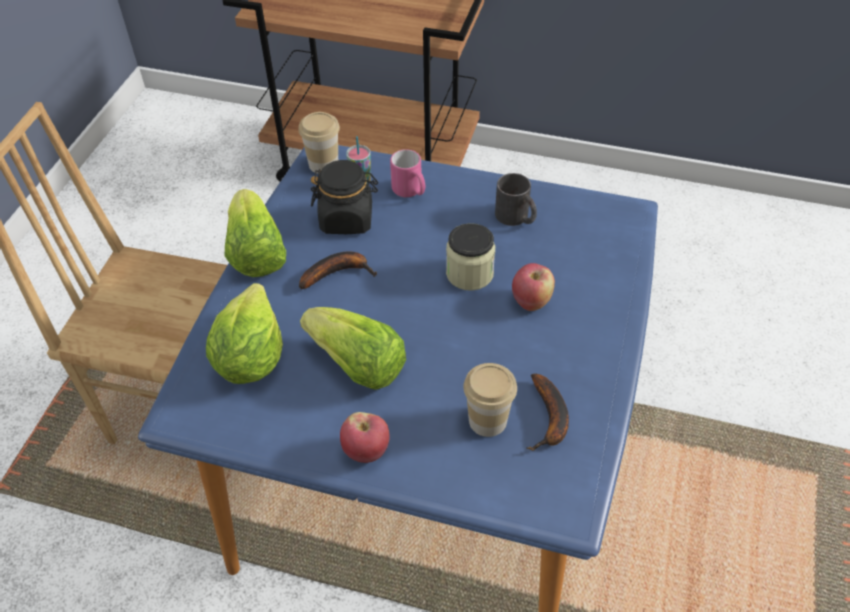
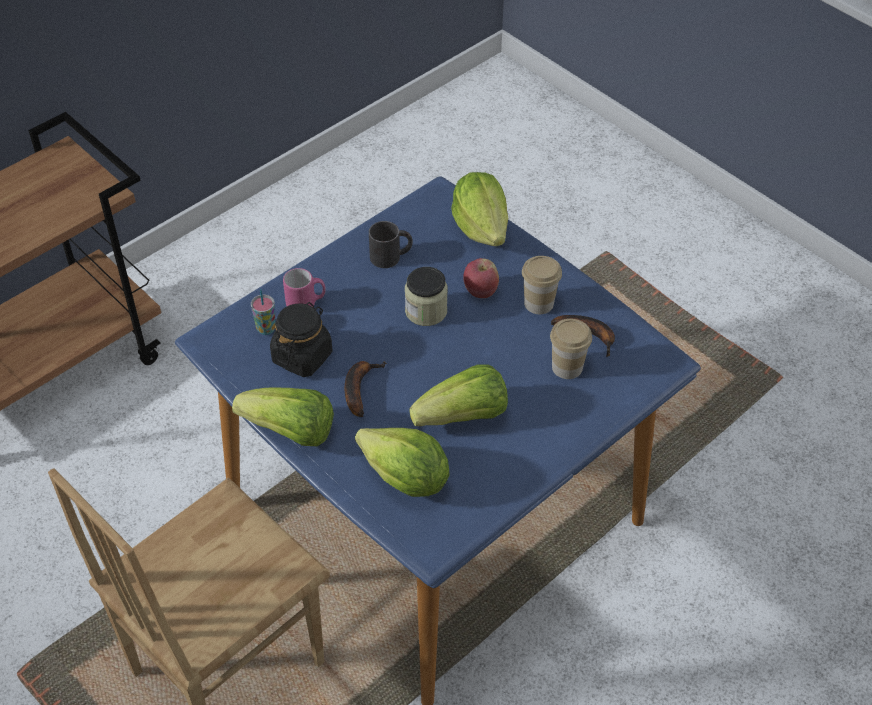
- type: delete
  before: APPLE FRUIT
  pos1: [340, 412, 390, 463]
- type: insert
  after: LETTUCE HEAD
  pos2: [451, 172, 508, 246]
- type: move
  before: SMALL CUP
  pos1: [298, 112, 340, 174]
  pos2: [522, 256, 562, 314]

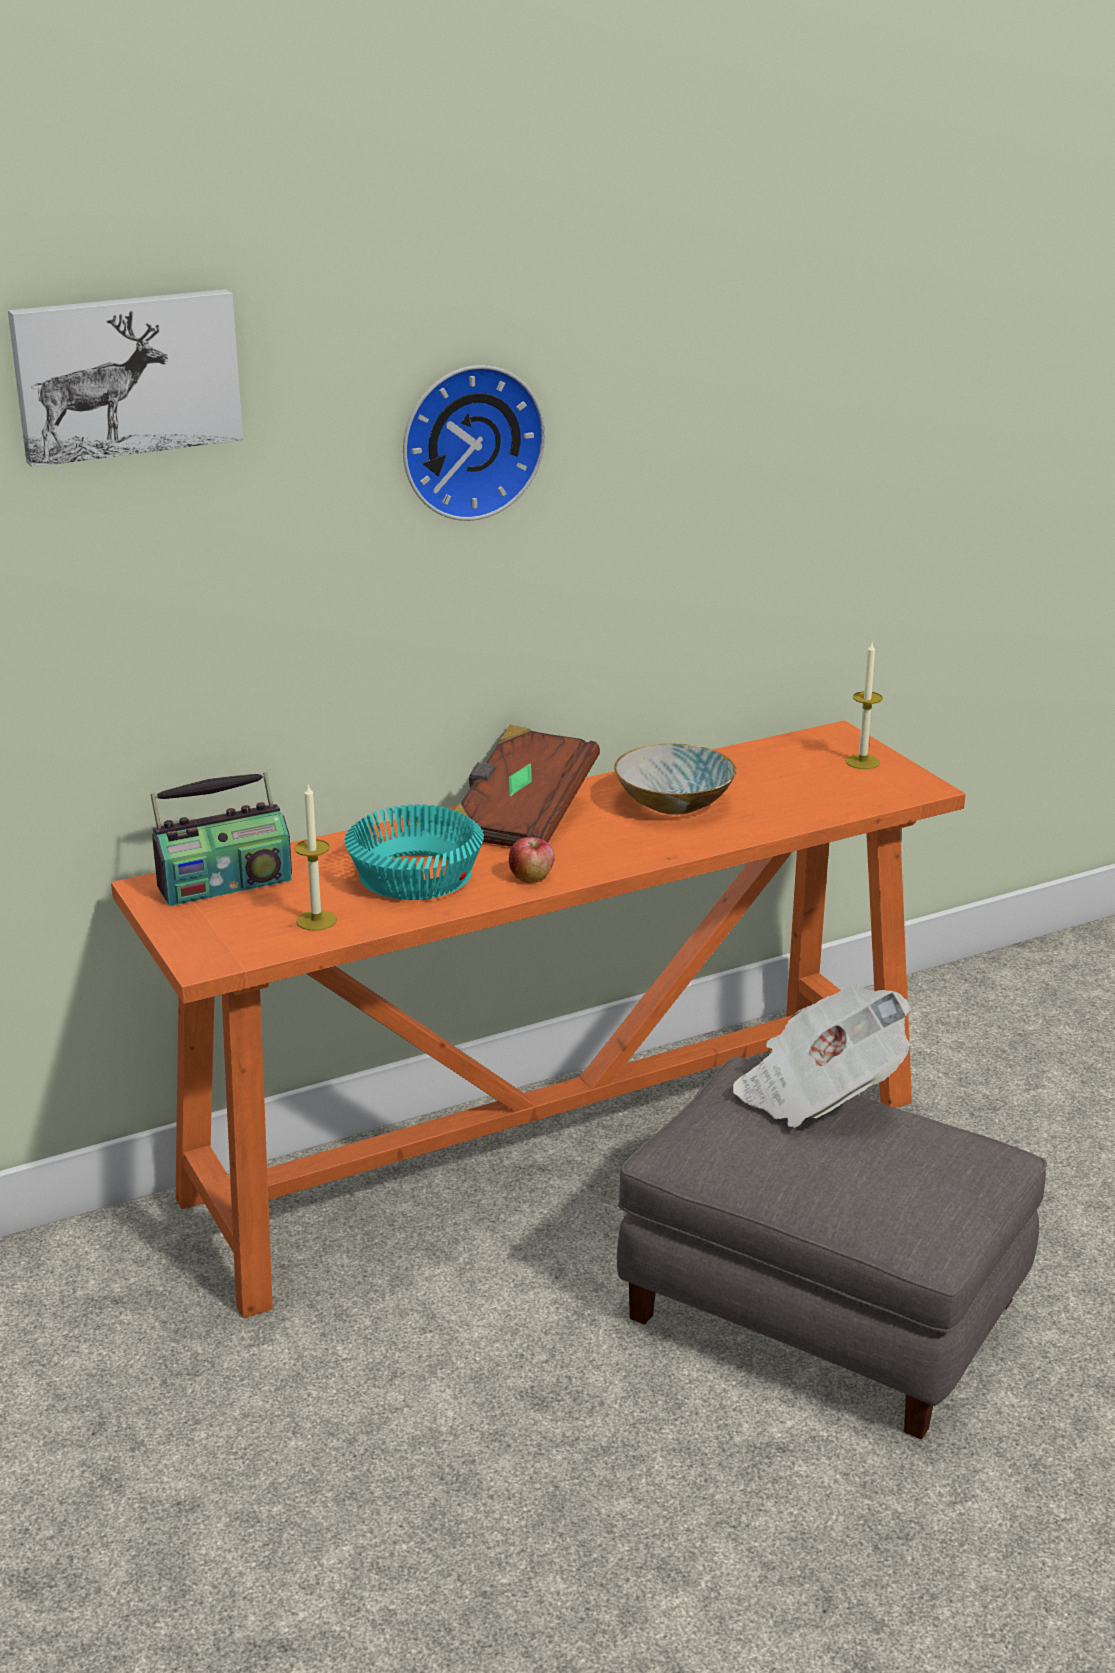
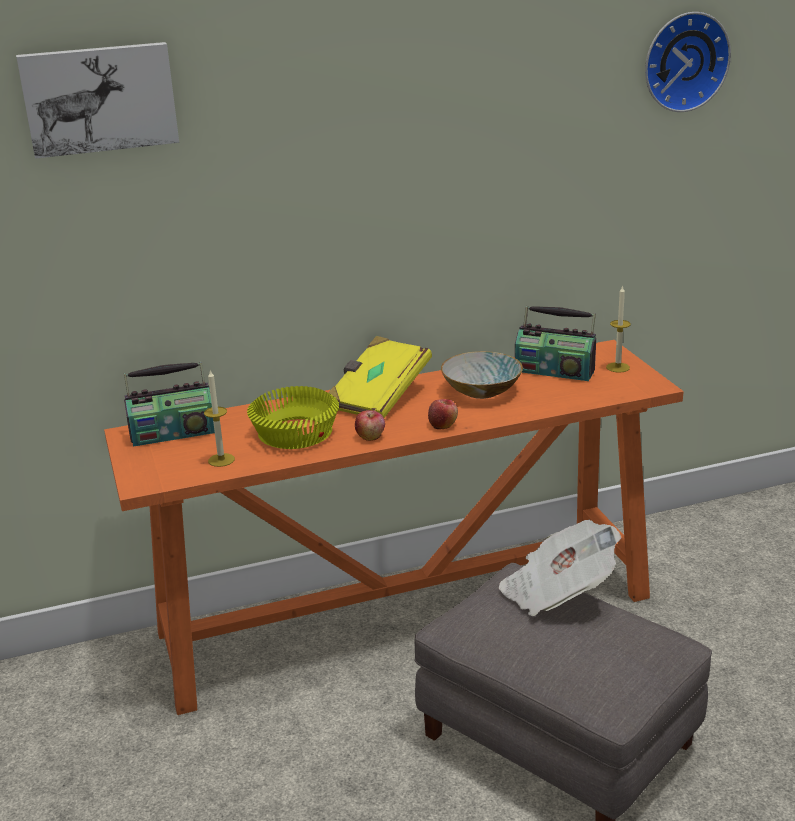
- type: insert
  after: APPLE FRUIT
  pos2: [428, 399, 458, 429]
- type: insert
  after: RADIO RECEIVER
  pos2: [515, 306, 596, 381]
- type: move
  before: WALL CLOCK
  pos1: [403, 365, 545, 521]
  pos2: [645, 12, 731, 112]
- type: recolor
  before: TURQUOISE-COLOURED DEEP DISH
  after: YELLOW DEEP DISH
  pos1: [344, 804, 484, 900]
  pos2: [247, 386, 339, 449]
- type: recolor
  before: BROWN-COLOURED BOOK
  after: YELLOW BOOK
  pos1: [455, 725, 600, 847]
  pos2: [328, 336, 432, 418]

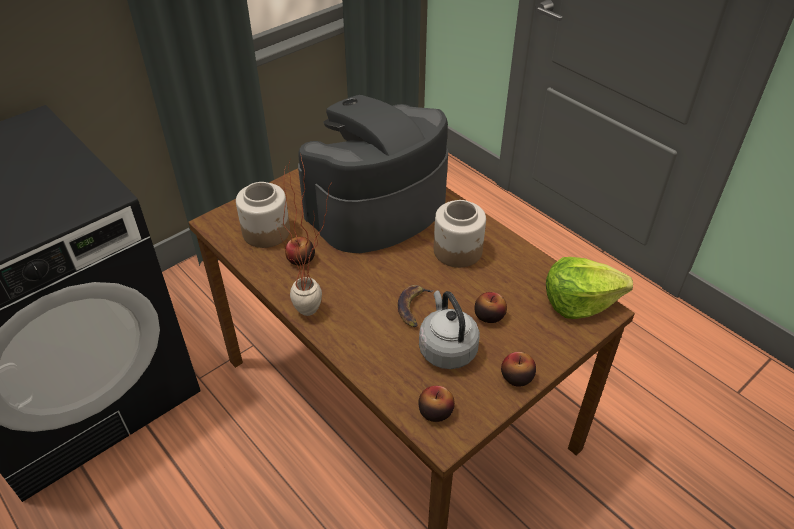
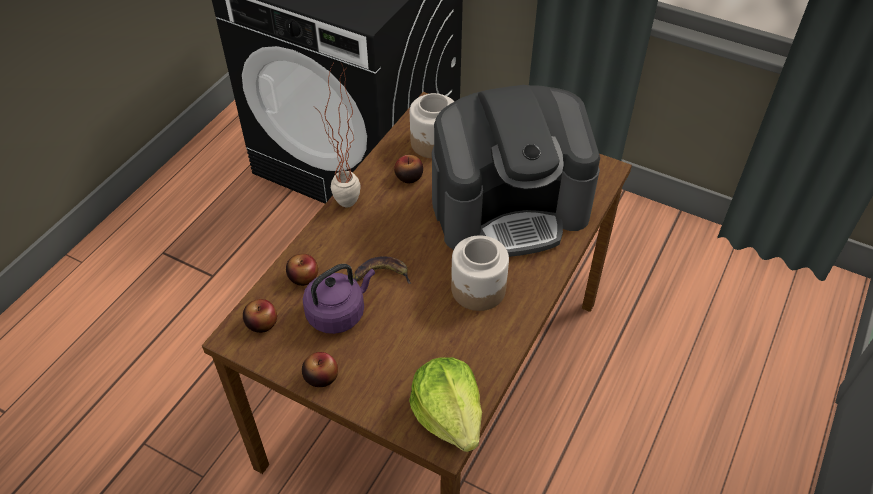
- type: move
  before: APPLE FRUIT
  pos1: [475, 292, 507, 323]
  pos2: [286, 254, 318, 286]
- type: recolor
  before: GREY KETTLE
  after: PURPLE KETTLE
  pos1: [419, 290, 480, 369]
  pos2: [302, 264, 375, 334]
- type: rotate
  before: COFFEE MAKER
  pos1: [298, 95, 448, 253]
  pos2: [432, 85, 600, 257]
  turn: 135

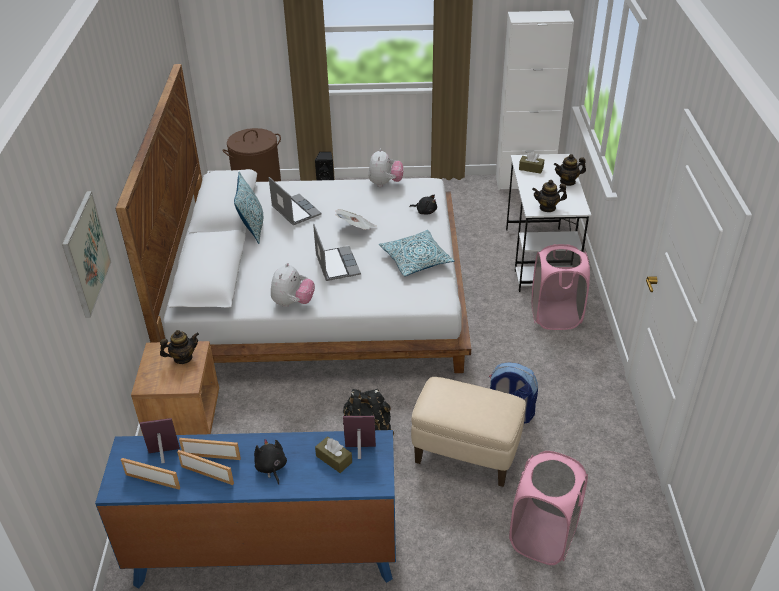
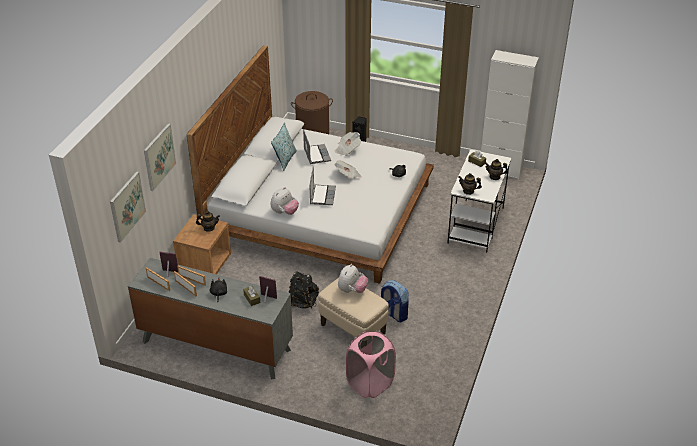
- type: delete
  before: PILLOW
  pos1: [379, 230, 454, 276]
- type: delete
  before: PINKISH WASHING BASKET
  pos1: [532, 244, 590, 330]
- type: insert
  after: WALL PICTURE
  pos2: [110, 171, 146, 243]
- type: insert
  after: PRINTED PAPER
  pos2: [335, 132, 361, 156]
- type: move
  before: CUDDLY TOY
  pos1: [368, 148, 403, 187]
  pos2: [338, 264, 368, 293]
- type: recolor
  before: BLUE-COLOURED DRAWER CHEST
  after: GREY DRAWER CHEST
  pos1: [95, 430, 396, 589]
  pos2: [128, 258, 293, 379]

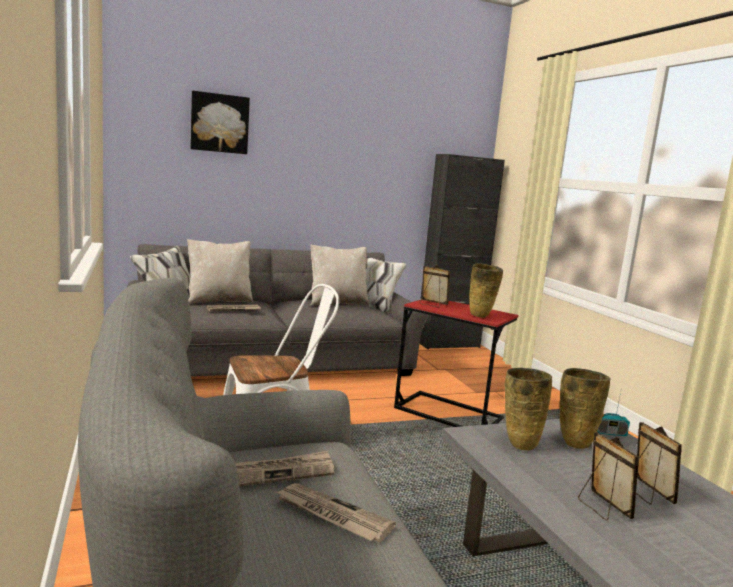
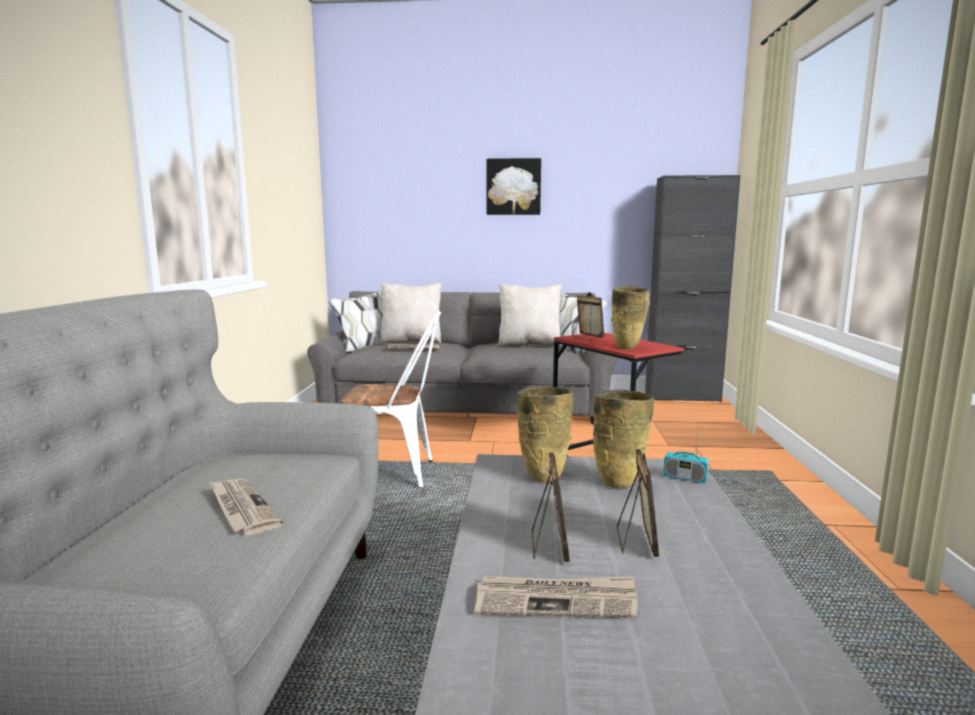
- type: move
  before: WALL PICTURE
  pos1: [190, 91, 250, 154]
  pos2: [487, 158, 541, 215]
- type: move
  before: PRINTED PAPER
  pos1: [236, 451, 334, 486]
  pos2: [474, 576, 638, 618]

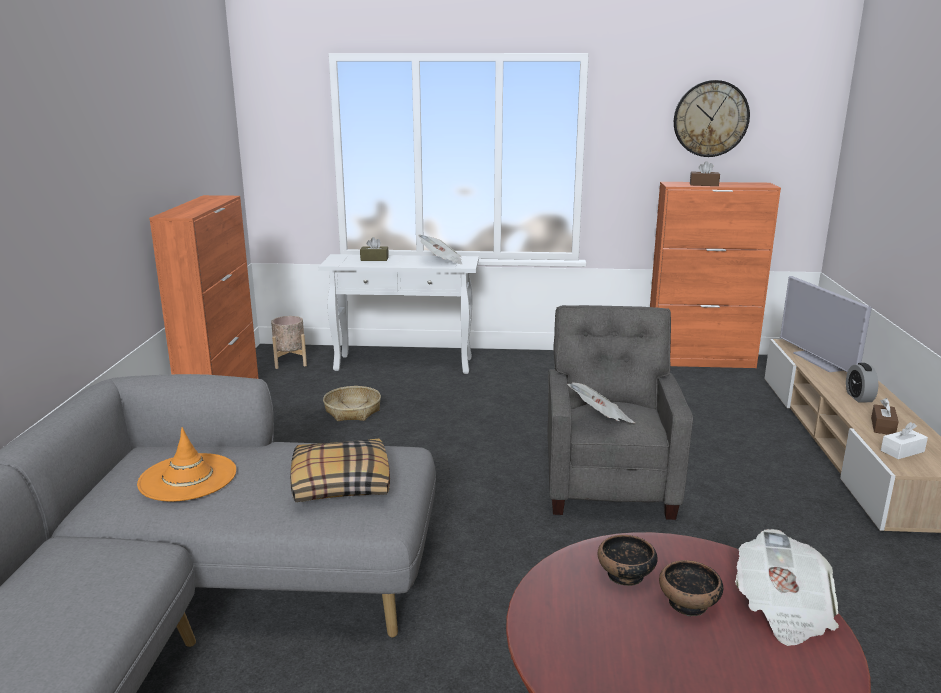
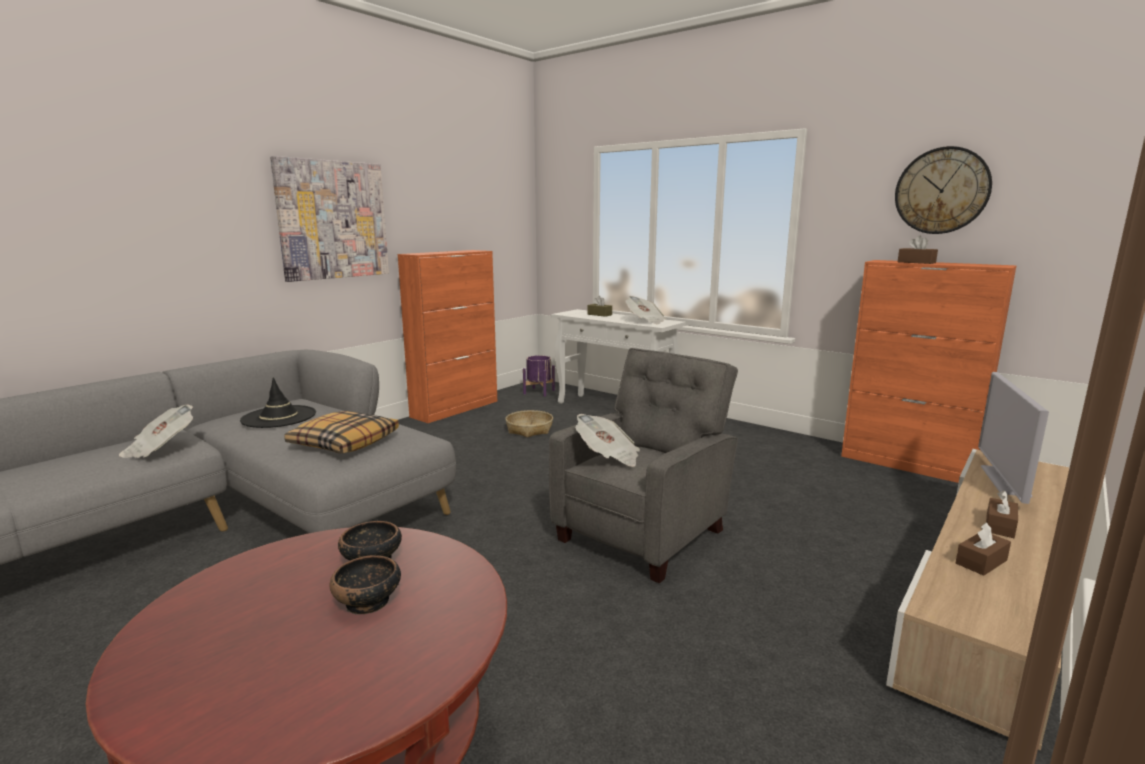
- type: delete
  before: WHITE-COLOURED TISSUE HOLDER
  pos1: [881, 422, 928, 459]
- type: insert
  after: WALL PICTURE
  pos2: [270, 156, 389, 282]
- type: move
  before: PRINTED PAPER
  pos1: [735, 529, 839, 646]
  pos2: [119, 405, 193, 458]
- type: replace
  before: TABLE CLOCK
  after: BROWN-COLOURED TISSUE HOLDER
  pos1: [846, 363, 878, 402]
  pos2: [986, 490, 1018, 538]
- type: recolor
  before: ORANGEY HAT
  after: BLACK-COLOURED HAT
  pos1: [137, 427, 236, 501]
  pos2: [240, 377, 316, 428]
- type: recolor
  before: SAND-COLOURED PLANTER
  after: PURPLE PLANTER
  pos1: [271, 316, 307, 369]
  pos2: [523, 355, 555, 397]

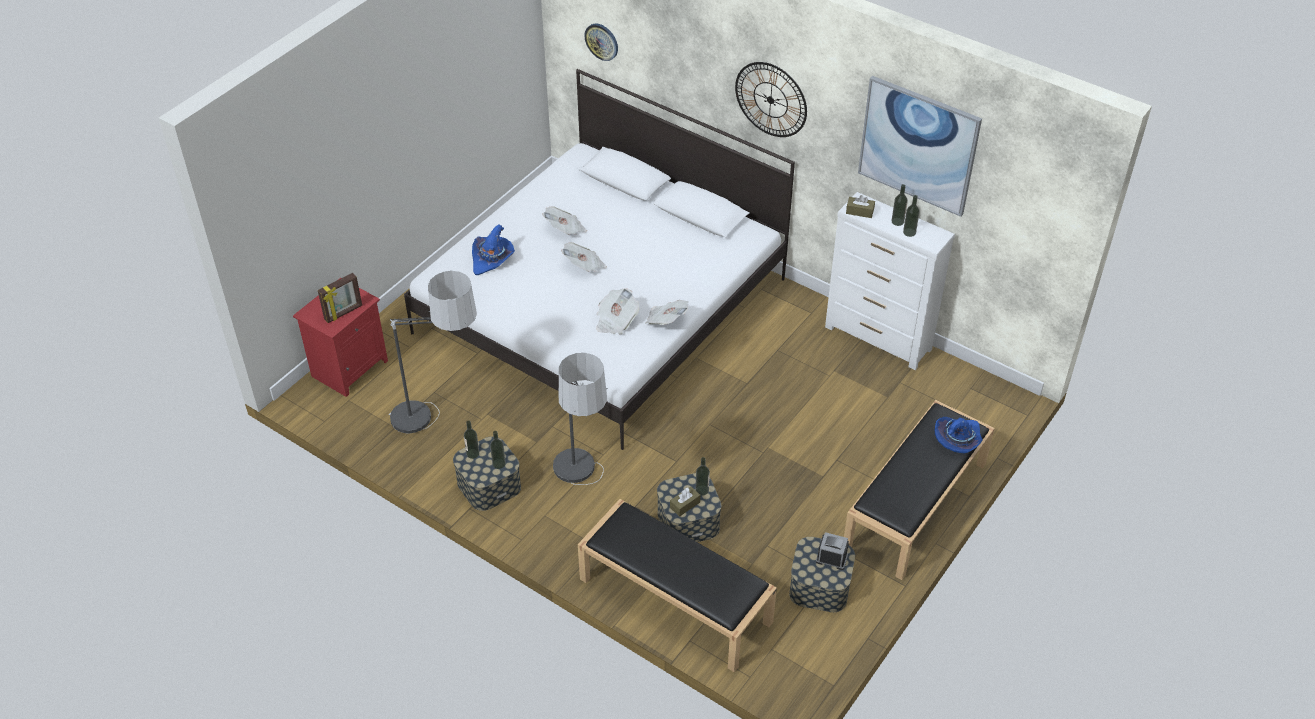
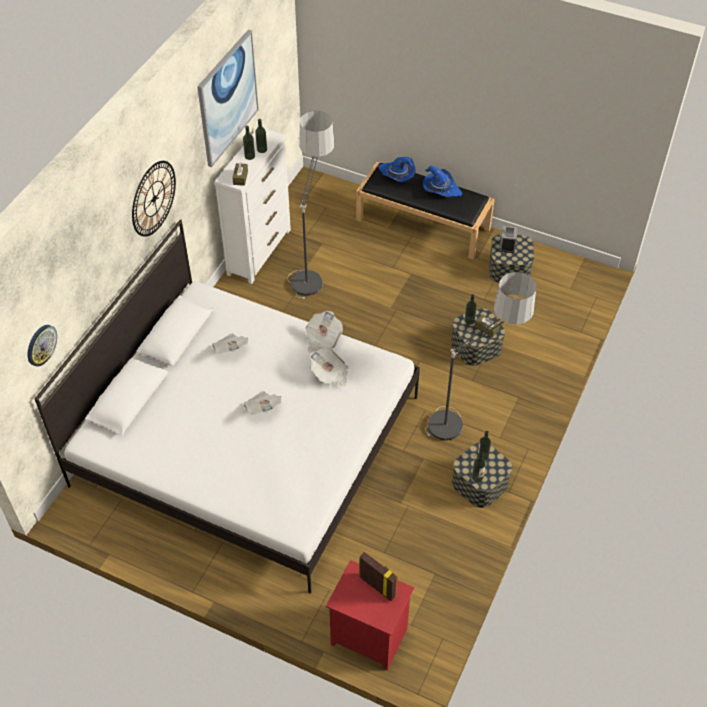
- type: delete
  before: BLACK-COLOURED LONG SEAT
  pos1: [578, 499, 777, 672]
- type: move
  before: STANDING LAMP
  pos1: [389, 271, 477, 434]
  pos2: [287, 111, 334, 299]
- type: move
  before: BLUE-COLOURED HAT
  pos1: [472, 224, 515, 275]
  pos2: [423, 166, 462, 197]
- type: move
  before: PRINTED PAPER
  pos1: [542, 206, 587, 235]
  pos2: [212, 334, 248, 354]

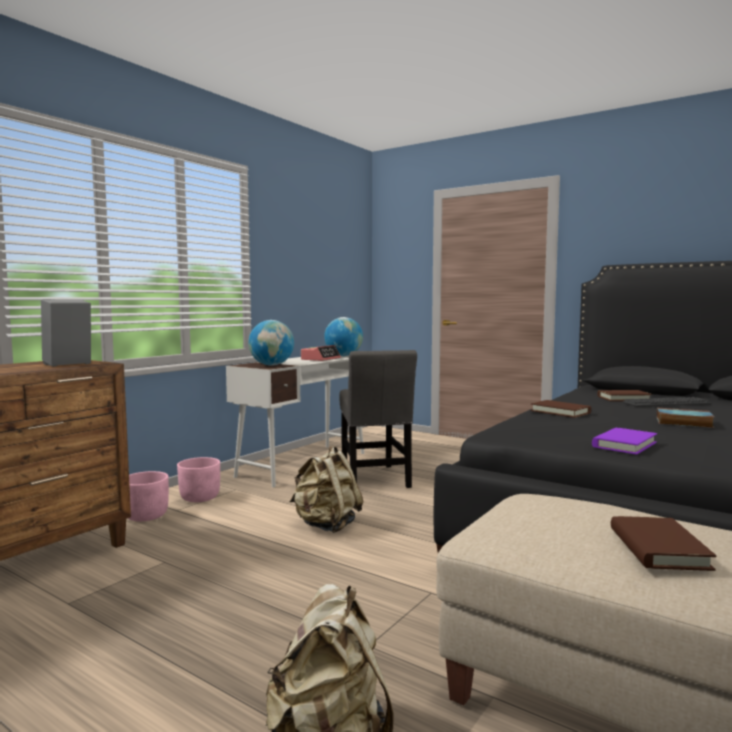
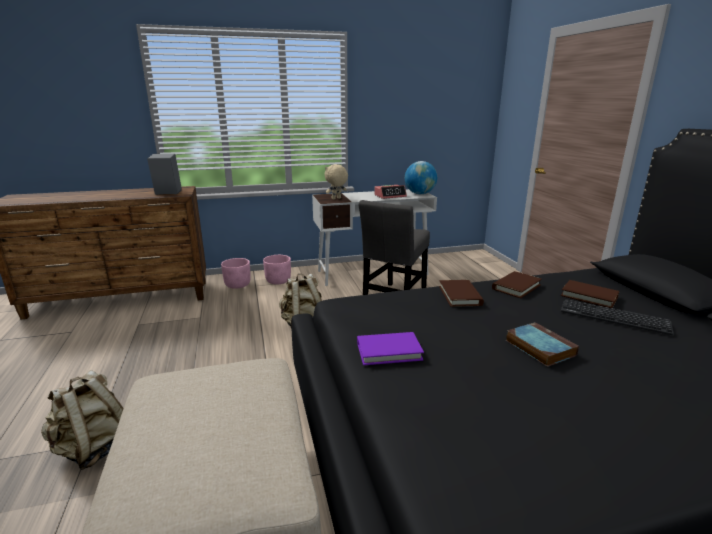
- type: move
  before: BROWN-COLOURED BOOK
  pos1: [611, 516, 716, 571]
  pos2: [492, 271, 542, 298]
- type: replace
  before: GLOBE
  after: SAND-COLOURED CUDDLY TOY
  pos1: [248, 320, 294, 366]
  pos2: [325, 164, 348, 200]

